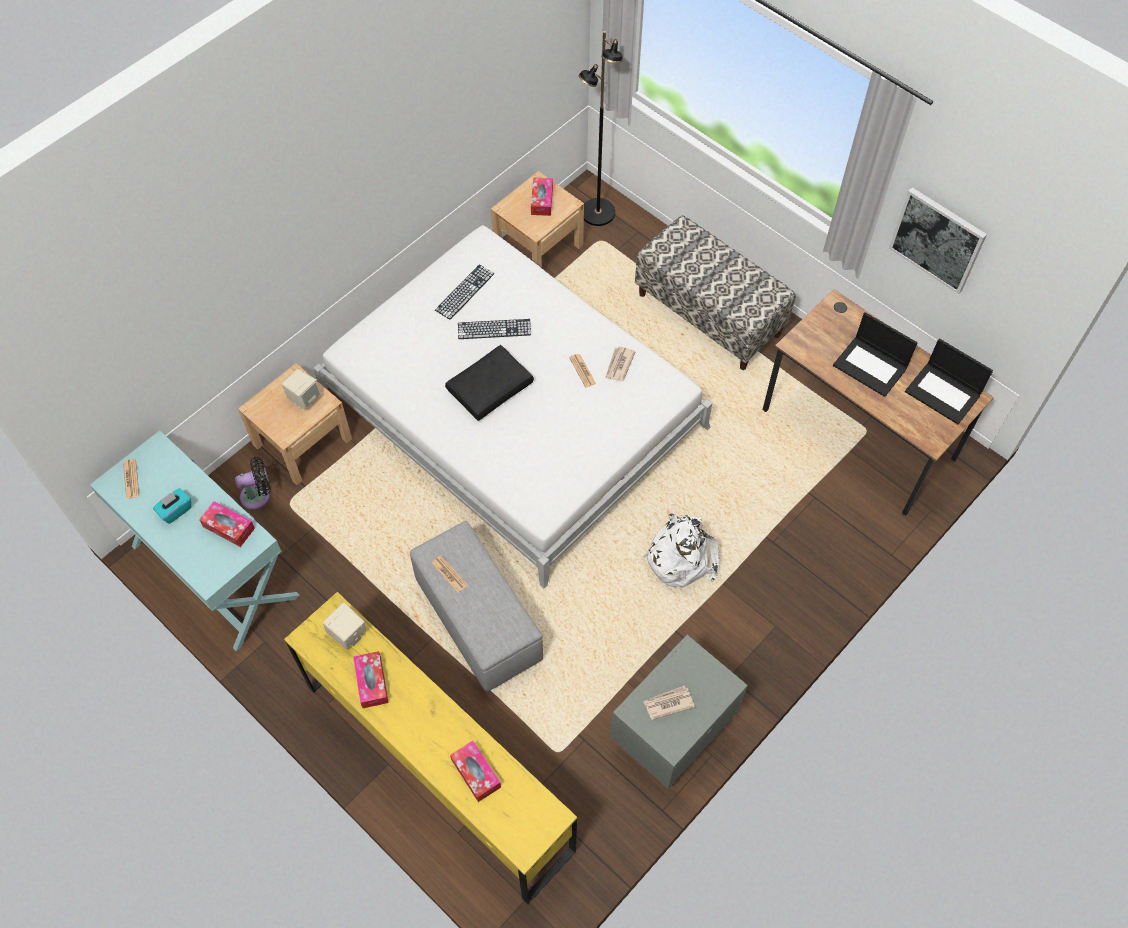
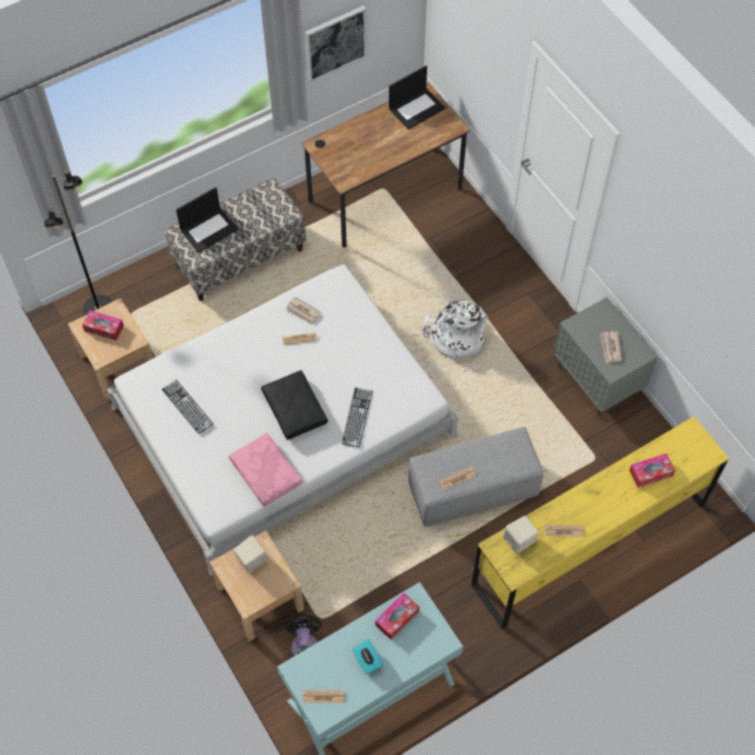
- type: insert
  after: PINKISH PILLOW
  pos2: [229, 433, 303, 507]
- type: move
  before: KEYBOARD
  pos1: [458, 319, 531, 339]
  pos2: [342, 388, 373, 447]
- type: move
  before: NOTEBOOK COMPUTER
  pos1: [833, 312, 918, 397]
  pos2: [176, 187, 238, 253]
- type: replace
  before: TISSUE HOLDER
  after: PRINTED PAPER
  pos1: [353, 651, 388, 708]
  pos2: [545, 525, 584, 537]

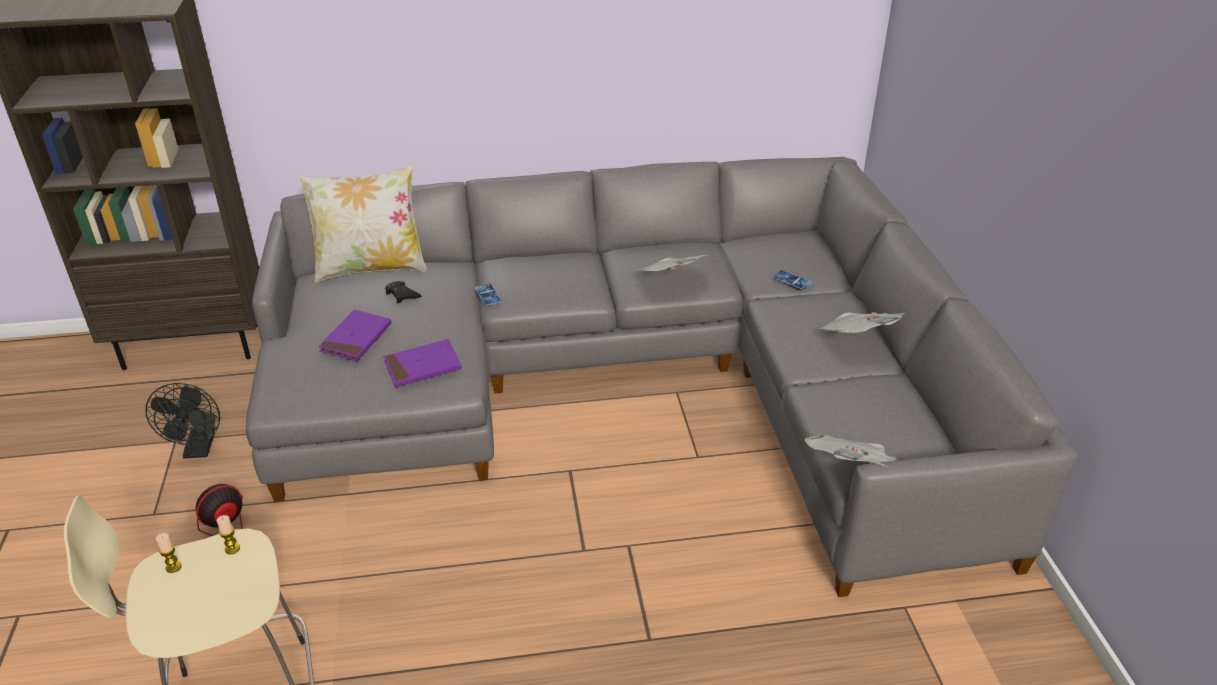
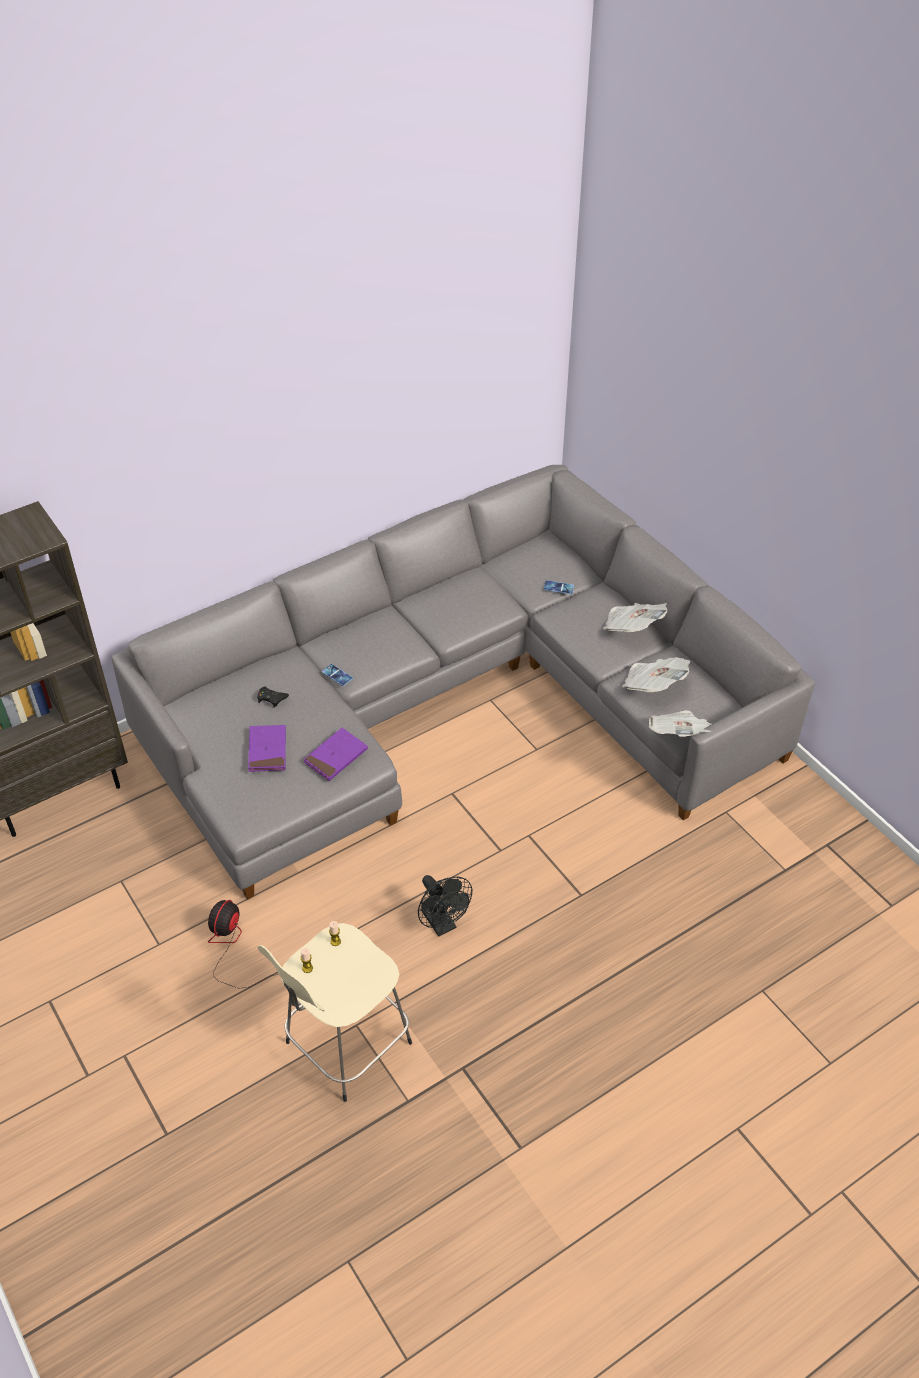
- type: delete
  before: PILLOW
  pos1: [299, 165, 427, 283]
- type: move
  before: BLACK-COLOURED COOLING FAN
  pos1: [145, 383, 220, 459]
  pos2: [418, 875, 472, 937]
- type: move
  before: PRINTED PAPER
  pos1: [637, 255, 707, 271]
  pos2: [622, 657, 691, 692]

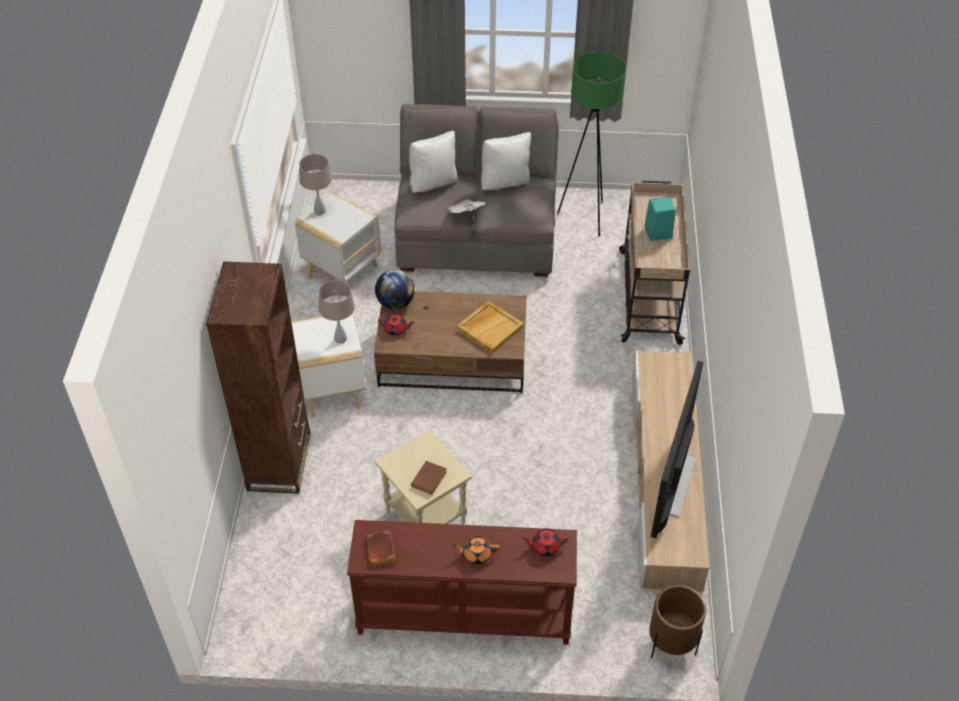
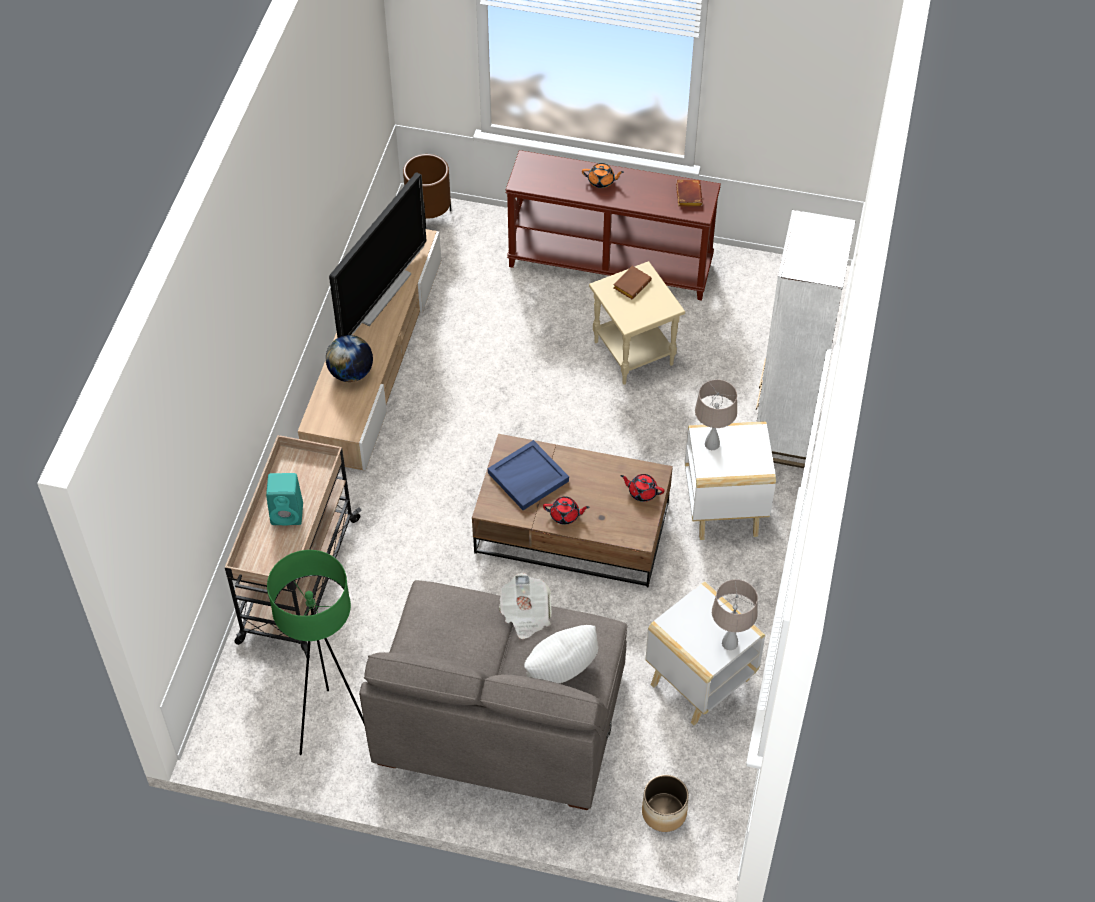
- type: delete
  before: WHITE-COLOURED PILLOW
  pos1: [481, 132, 531, 190]
- type: insert
  after: PLANTER
  pos2: [642, 775, 689, 832]
- type: move
  before: GLOBE
  pos1: [375, 270, 415, 310]
  pos2: [326, 335, 373, 382]
- type: move
  before: RED TEAPOT
  pos1: [522, 528, 568, 557]
  pos2: [543, 496, 590, 525]
- type: recolor
  before: BROWN-COLOURED BOOKSHELF
  after: WHITE-COLOURED BOOKSHELF
  pos1: [206, 262, 310, 494]
  pos2: [756, 210, 856, 468]
- type: recolor
  before: SAND-COLOURED CARRYING TRAY
  after: BLUE-COLOURED CARRYING TRAY
  pos1: [457, 300, 524, 354]
  pos2: [488, 440, 569, 510]

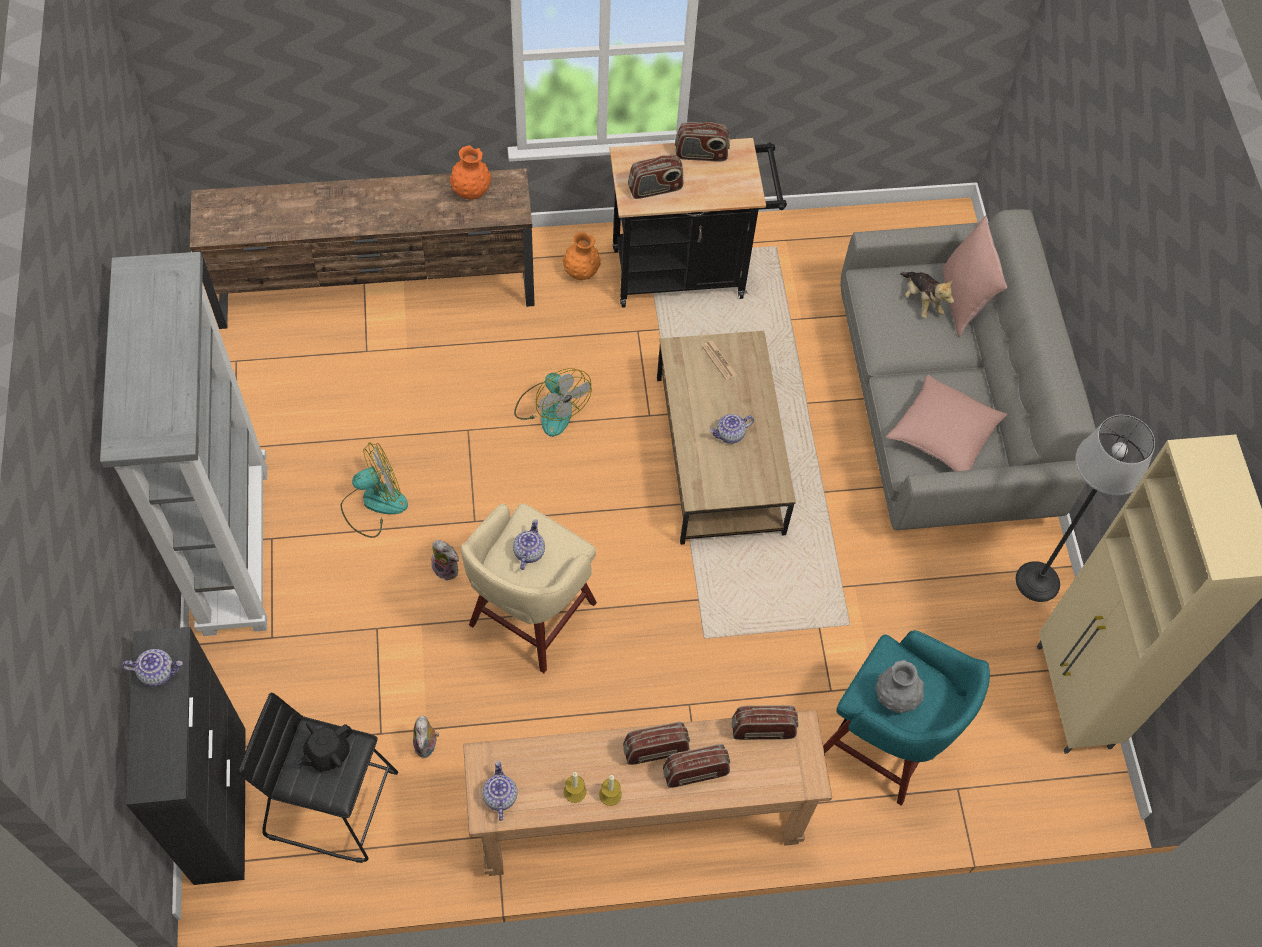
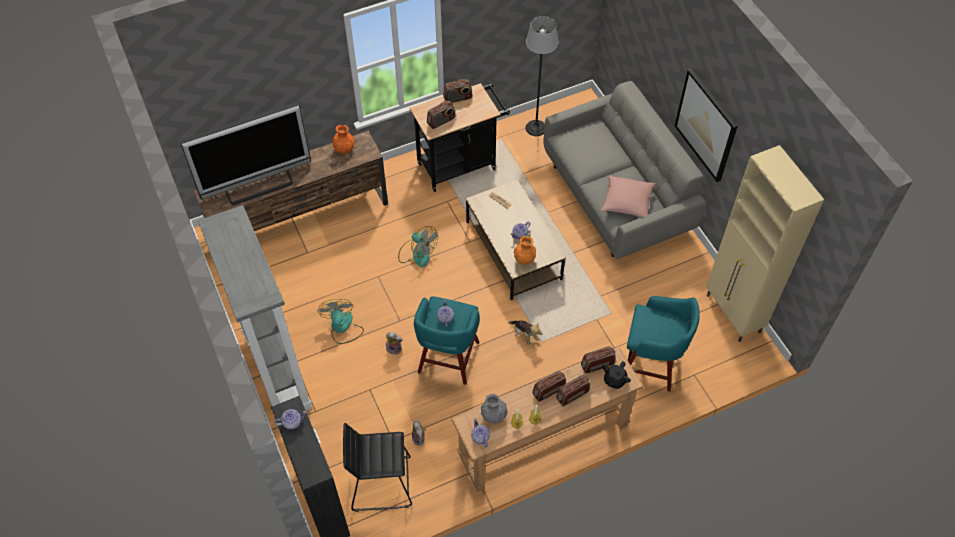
- type: delete
  before: PINKISH PILLOW
  pos1: [943, 216, 1007, 337]
- type: insert
  after: TV SET
  pos2: [180, 102, 311, 205]
- type: insert
  after: WALL PICTURE
  pos2: [675, 68, 738, 182]
- type: move
  before: BLACK-COLOURED TEAPOT
  pos1: [297, 721, 353, 771]
  pos2: [603, 361, 631, 389]
- type: move
  before: ORANGEY DECORATIVE VASE
  pos1: [562, 232, 601, 280]
  pos2: [514, 236, 536, 265]
- type: move
  before: GREY DECORATIVE VASE
  pos1: [875, 660, 924, 713]
  pos2: [481, 394, 508, 423]
- type: move
  before: CUDDLY TOY
  pos1: [900, 272, 954, 318]
  pos2: [508, 320, 543, 346]
- type: move
  before: STANDING LAMP
  pos1: [1016, 415, 1155, 602]
  pos2: [525, 16, 559, 136]
- type: recolor
  before: SAND-COLOURED SITTING STOOL
  after: TURQUOISE-COLOURED SITTING STOOL
  pos1: [461, 503, 597, 673]
  pos2: [414, 296, 480, 385]
- type: rotate
  before: COOLING FAN
  pos1: [341, 442, 408, 538]
  pos2: [317, 299, 364, 344]
  turn: -60

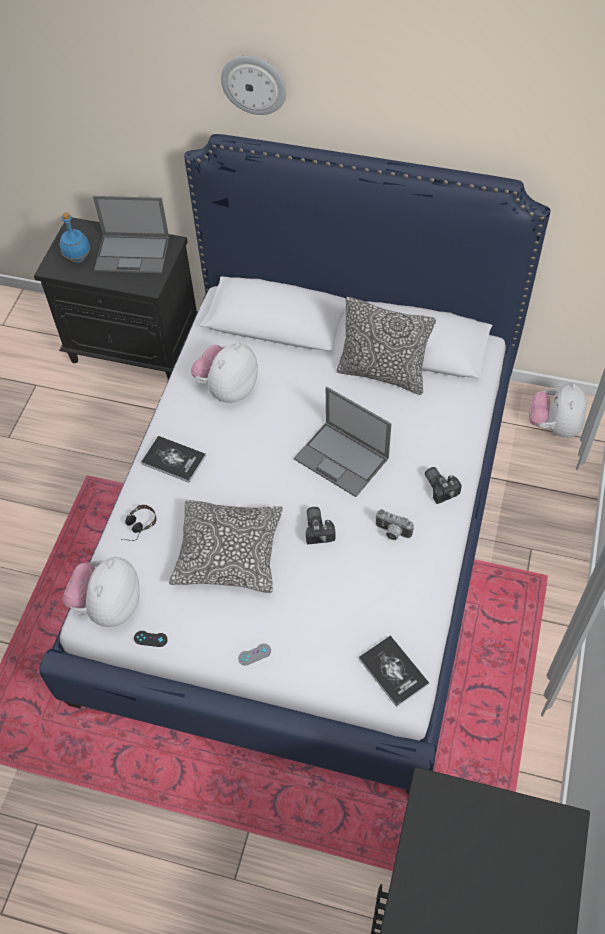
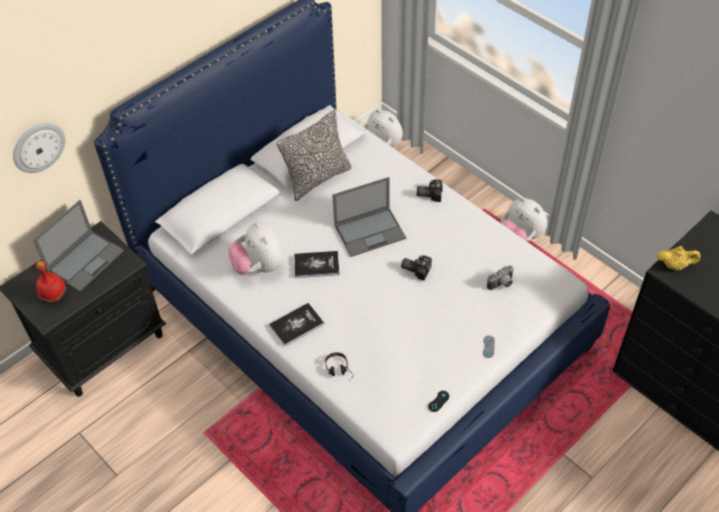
- type: delete
  before: PILLOW
  pos1: [169, 500, 283, 593]
- type: insert
  after: YELLOW TEAPOT
  pos2: [657, 246, 701, 271]
- type: move
  before: CUDDLY TOY
  pos1: [62, 557, 139, 627]
  pos2: [501, 198, 547, 241]
- type: move
  before: WALL CLOCK
  pos1: [221, 56, 286, 115]
  pos2: [13, 123, 65, 173]
- type: move
  before: BOOK
  pos1: [359, 635, 429, 707]
  pos2: [294, 251, 340, 278]
- type: move
  before: PHOTO CAMERA
  pos1: [375, 509, 414, 540]
  pos2: [487, 266, 514, 290]
- type: recolor
  before: BLUE-COLOURED BEVERAGE BOTTLE
  after: RED BEVERAGE BOTTLE
  pos1: [60, 212, 90, 263]
  pos2: [36, 261, 66, 302]

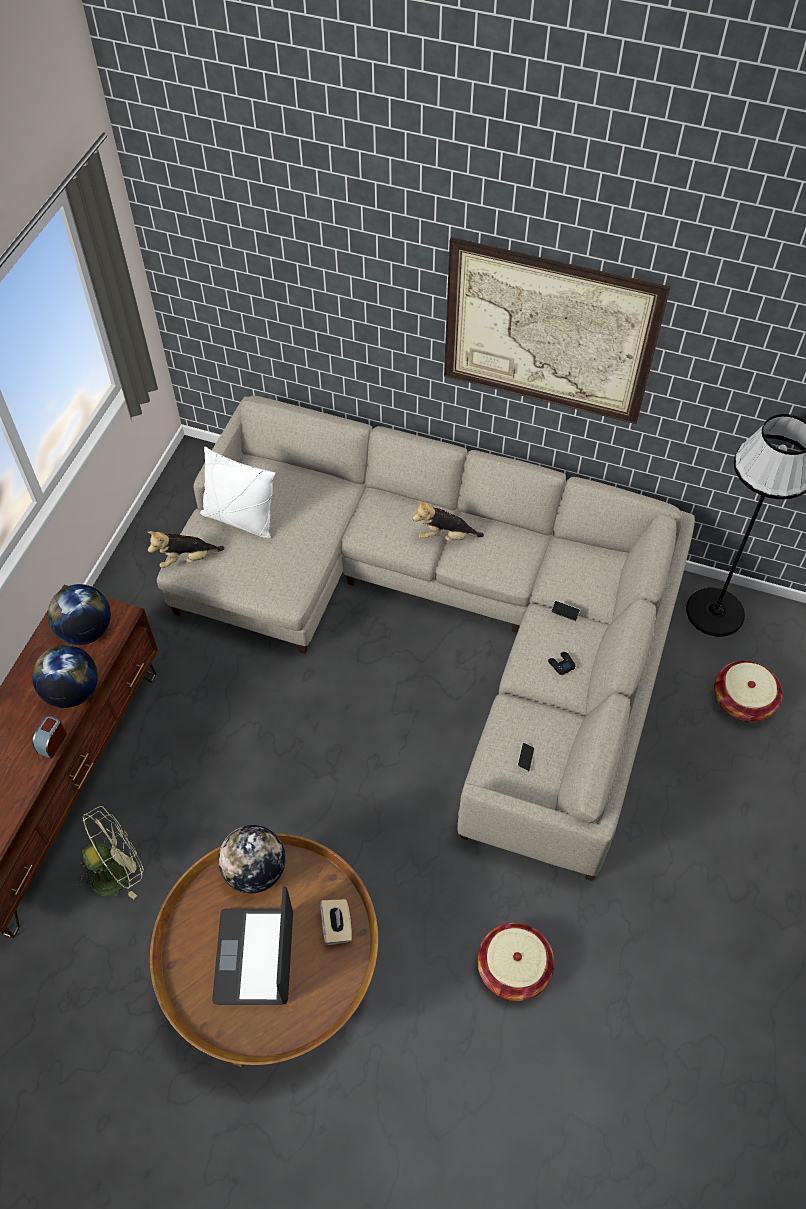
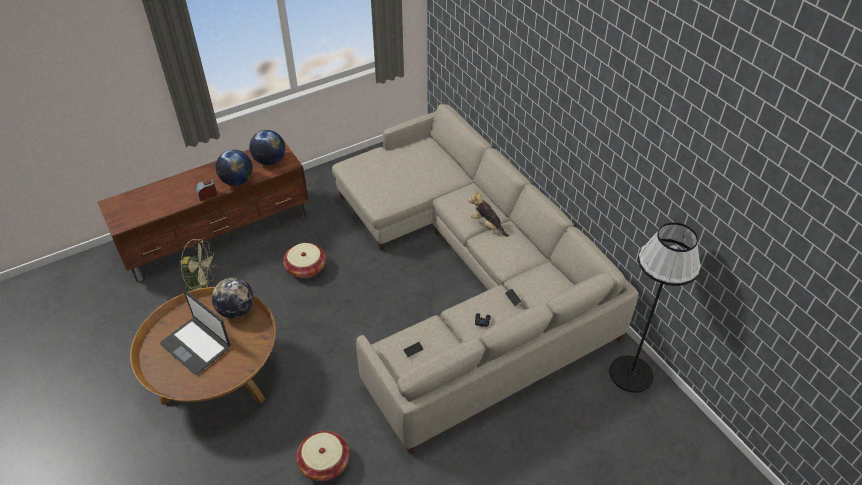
- type: delete
  before: CUDDLY TOY
  pos1: [148, 531, 225, 568]
- type: delete
  before: WHITE-COLOURED PILLOW
  pos1: [200, 447, 276, 539]
- type: delete
  before: SAND-COLOURED TISSUE HOLDER
  pos1: [320, 899, 352, 945]
- type: delete
  before: WALL PICTURE
  pos1: [444, 237, 670, 424]
- type: move
  before: STORAGE BASKET
  pos1: [714, 661, 783, 722]
  pos2: [283, 243, 326, 279]
- type: rotate
  before: NOTEBOOK COMPUTER
  pos1: [212, 886, 293, 1005]
  pos2: [160, 291, 231, 375]
  turn: -90

